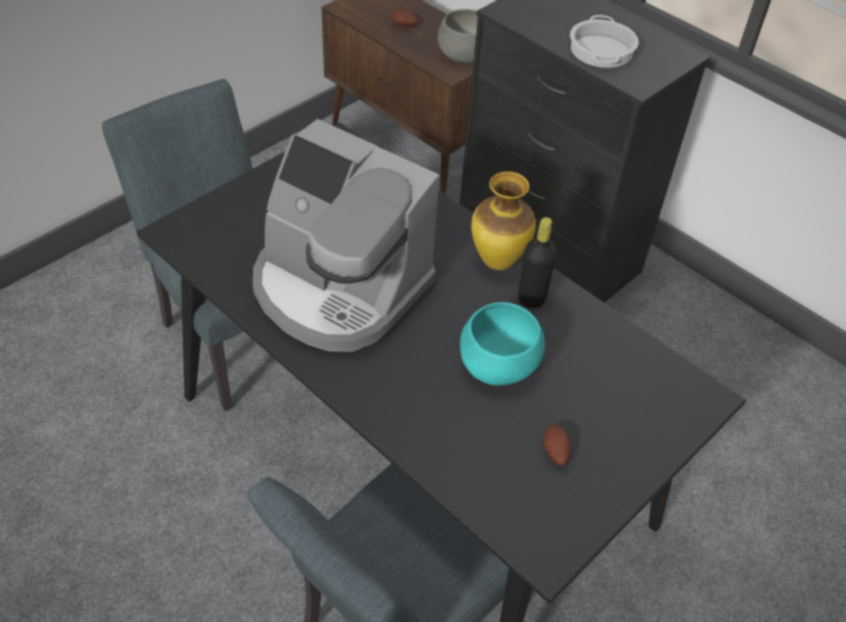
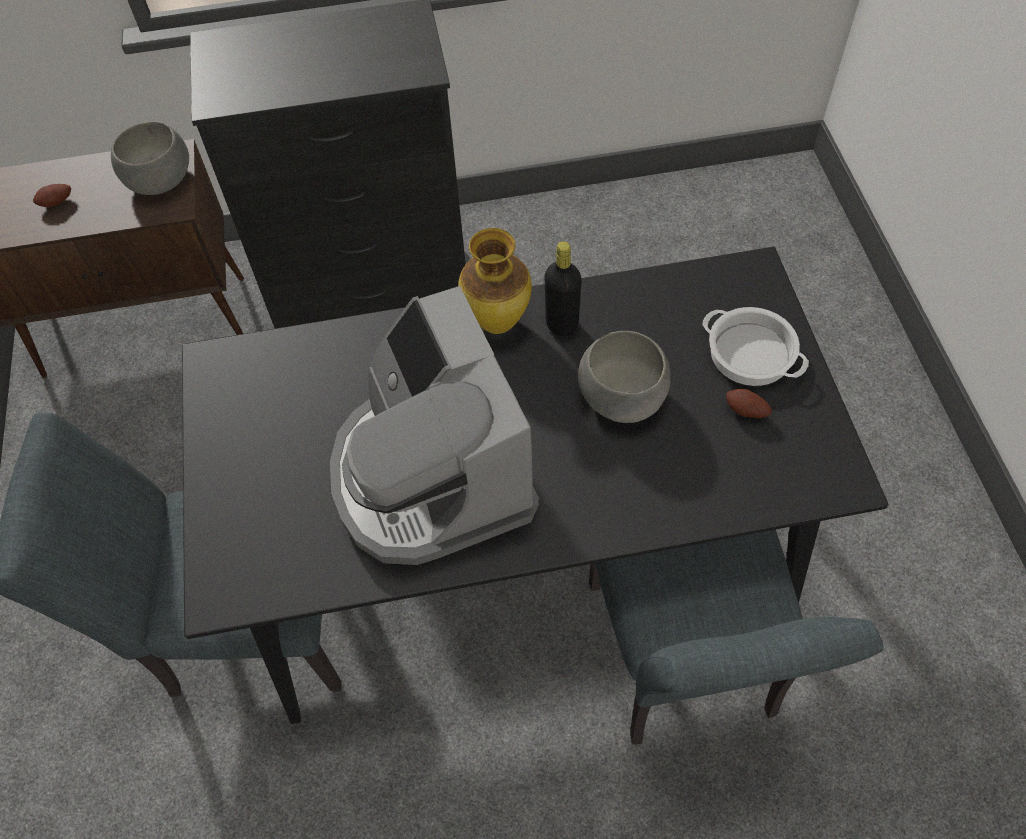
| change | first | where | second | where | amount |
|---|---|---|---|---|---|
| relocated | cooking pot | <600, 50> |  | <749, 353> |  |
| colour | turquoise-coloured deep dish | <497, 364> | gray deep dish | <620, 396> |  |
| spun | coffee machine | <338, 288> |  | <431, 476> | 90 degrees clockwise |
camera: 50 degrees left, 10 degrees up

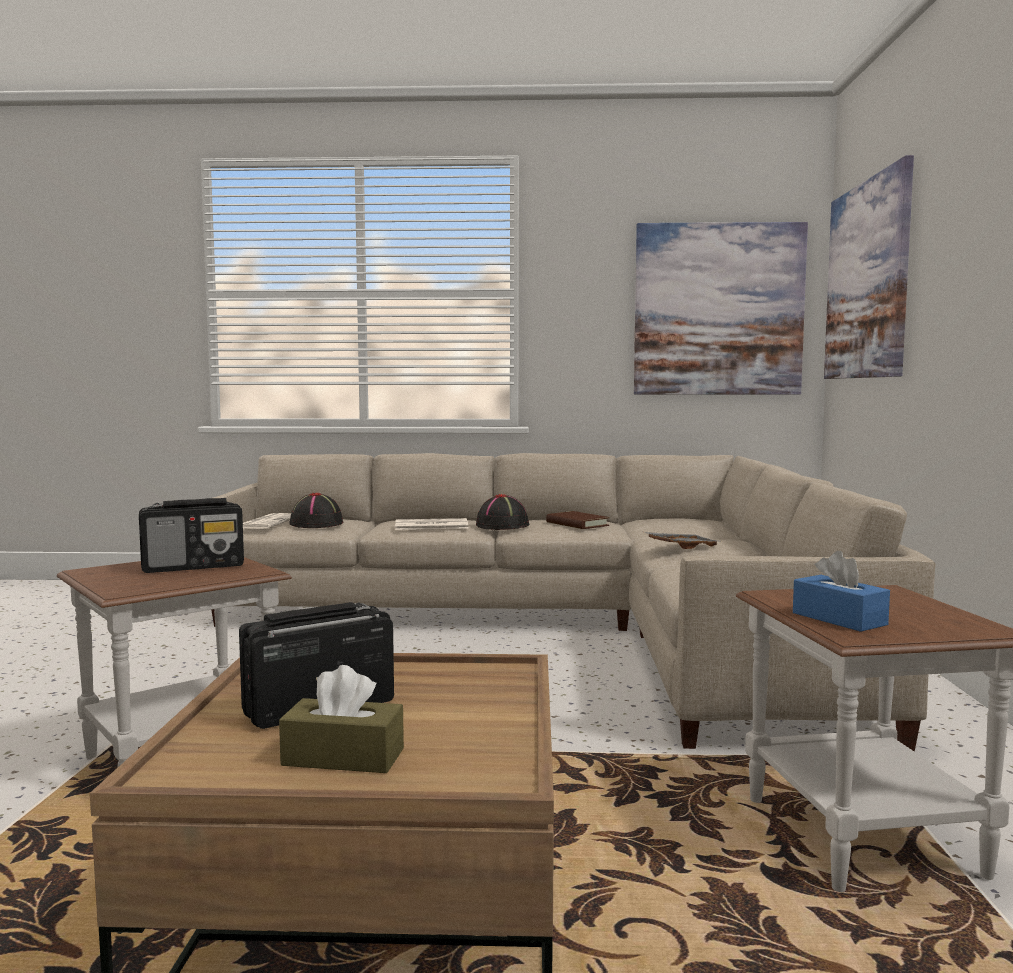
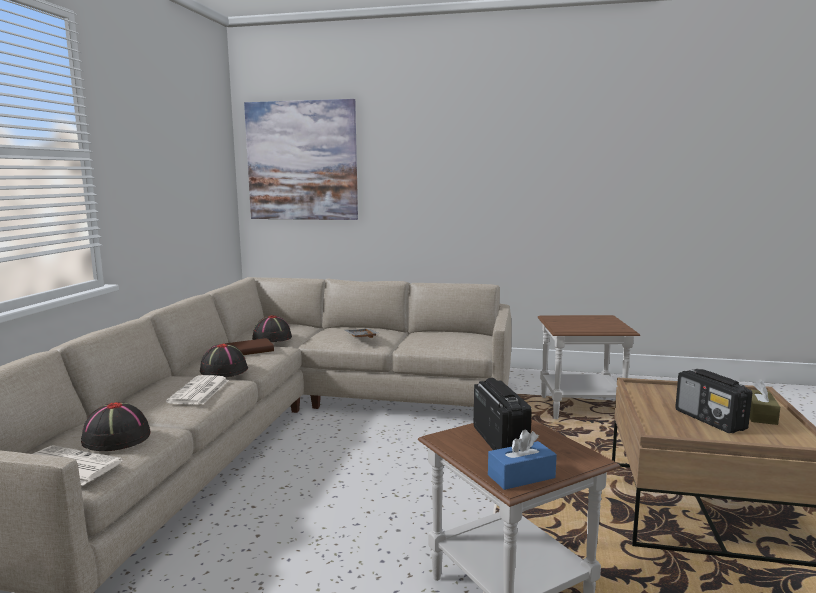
| change | first | where | second | where | amount |
|---|---|---|---|---|---|
| missing | wall picture | <718, 310> |  |  |  |
| appeared |  |  | black-coloured clothing hat | <272, 338> |  |
| relocated | blue box of tissues | <839, 619> |  | <521, 476> |  |
camera: 80 degrees left, 5 degrees up

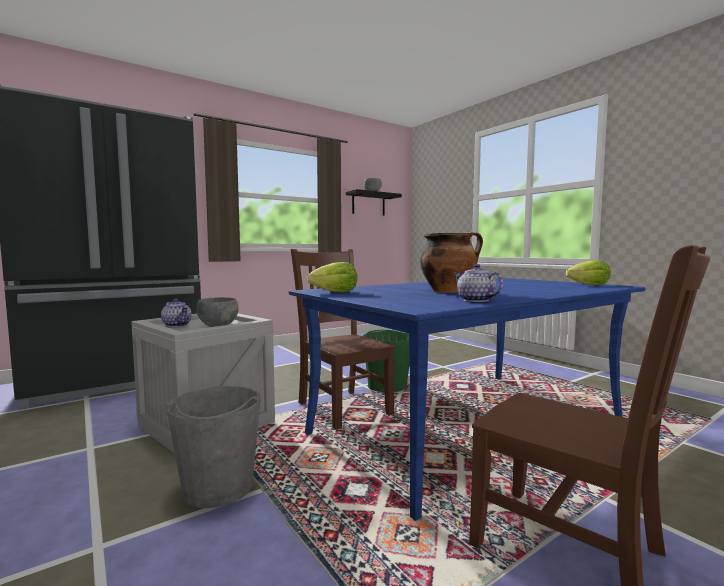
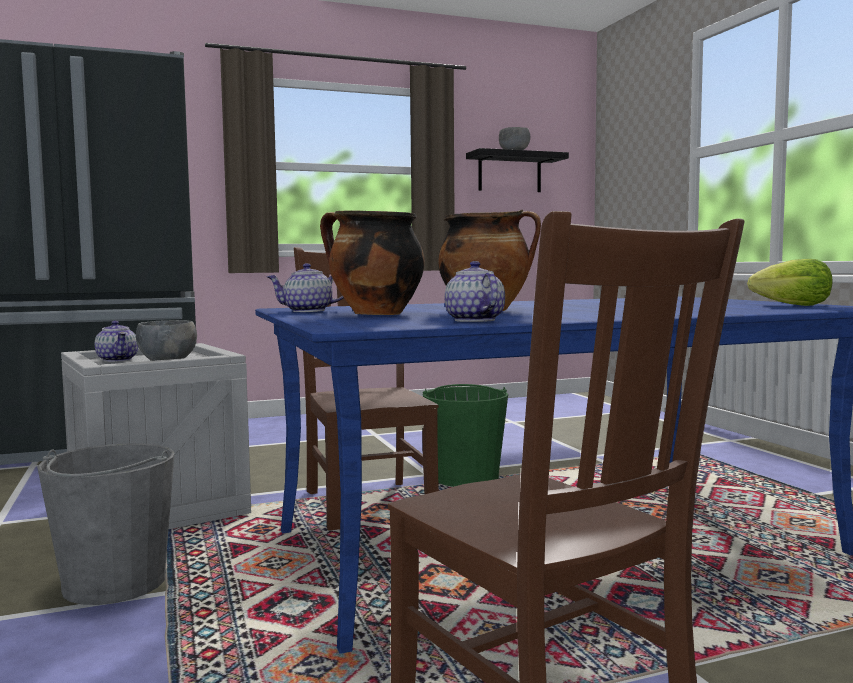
| change | first | where | second | where | amount |
|---|---|---|---|---|---|
| appeared |  |  | cooking pot | <374, 314> |  |
| exchanged | lettuce head | <335, 292> | tea pot | <307, 311> |  |
camera: 15 degrees right, 0 degrees up

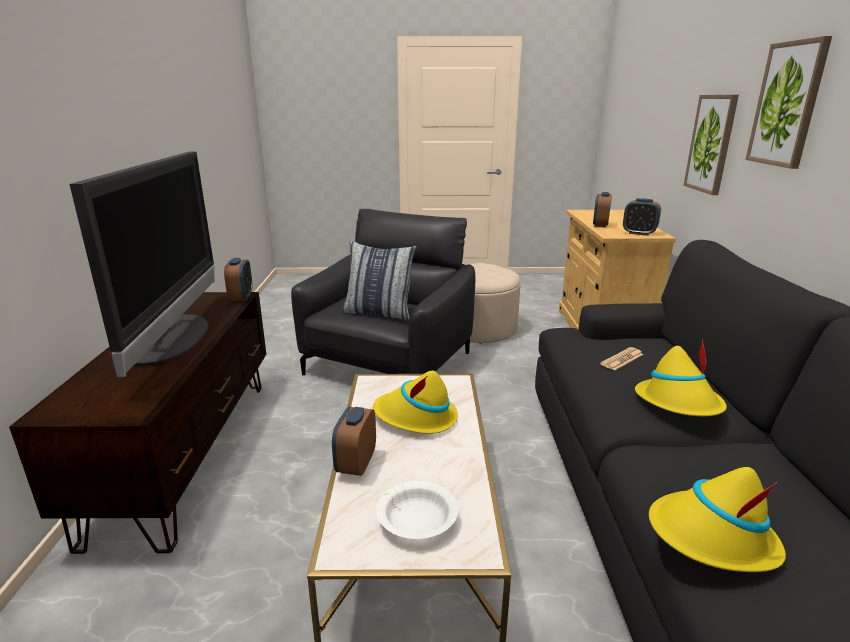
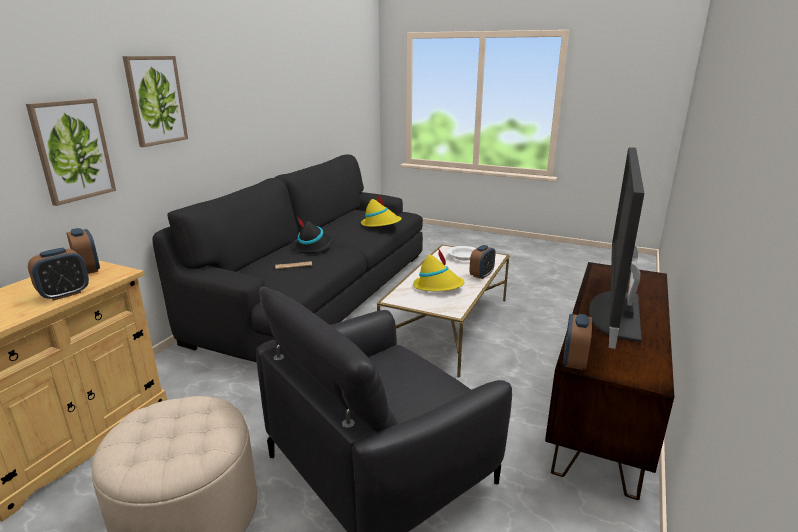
| change | first | where | second | where | amount |
|---|---|---|---|---|---|
| missing | cushion | <379, 313> |  |  |  |
| colour | yellow clothing hat | <679, 403> | black-coloured clothing hat | <313, 246> |  |
camera: 155 degrees left, 0 degrees up

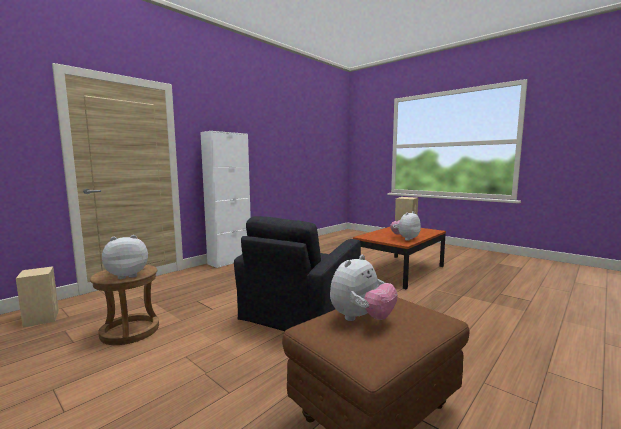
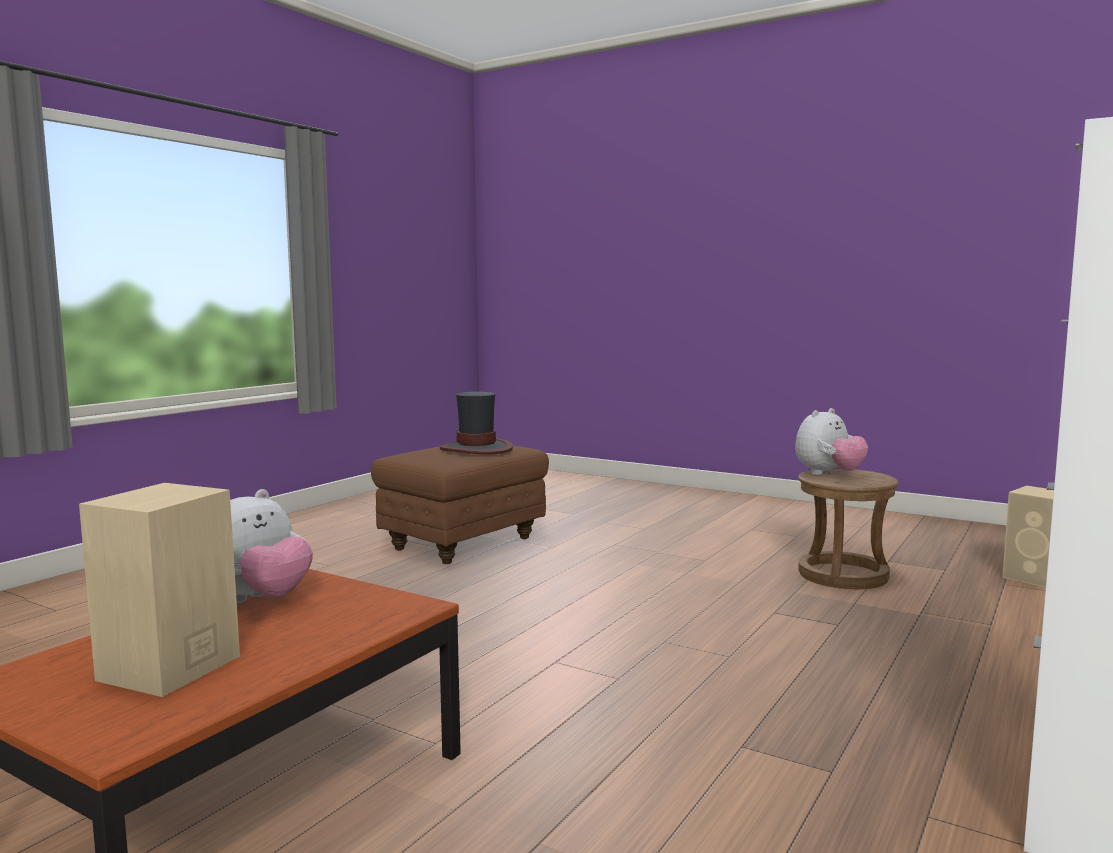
| change | first | where | second | where | amount |
|---|---|---|---|---|---|
| missing | black-coloured armchair | <301, 312> |  |  |  |
| exchanged | plush toy | <361, 319> | clothing hat | <477, 449> |  |
camera: 170 degrees right, 0 degrees up

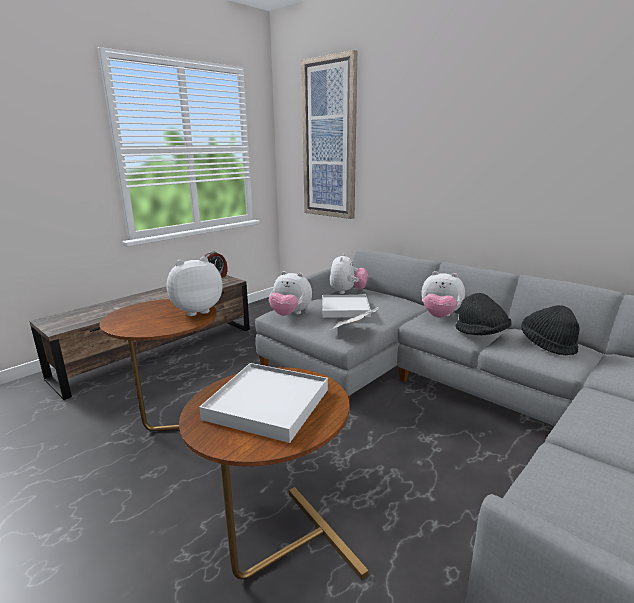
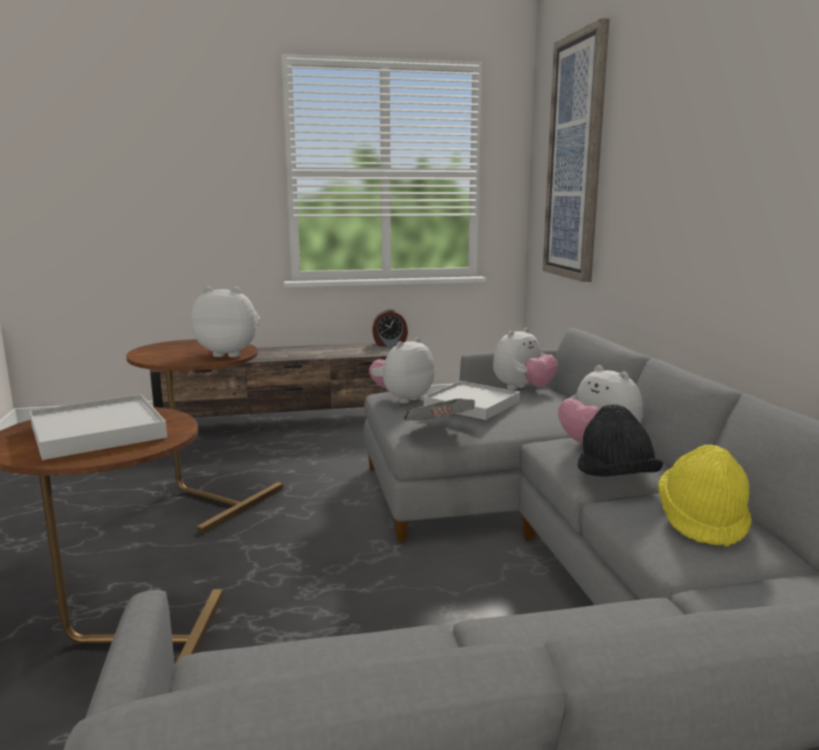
| change | first | where | second | where | amount |
|---|---|---|---|---|---|
| colour | black-coloured clothing hat | <547, 344> | yellow clothing hat | <702, 521> |  |
| spun | plush toy | <290, 315> |  | <402, 398> | 75 degrees clockwise |
camera: 35 degrees right, 5 degrees down

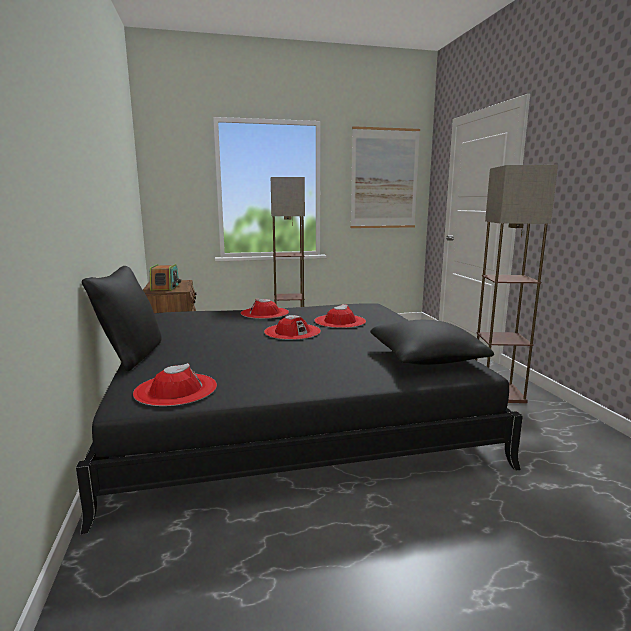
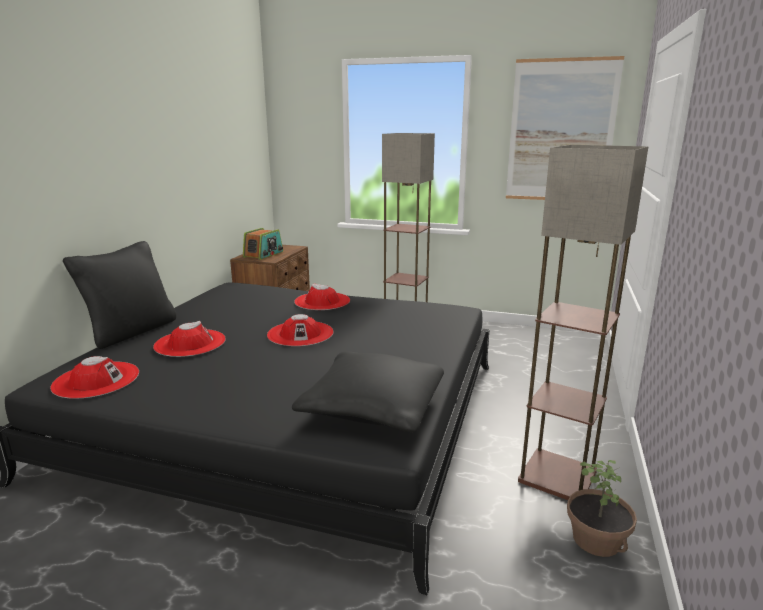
| change | first | where | second | where | amount |
|---|---|---|---|---|---|
| appeared |  |  | potted plant | <597, 539> |  |
| relocated | red clothing hat | <340, 321> |  | <190, 343> |  |
camera: 30 degrees right, 5 degrees up

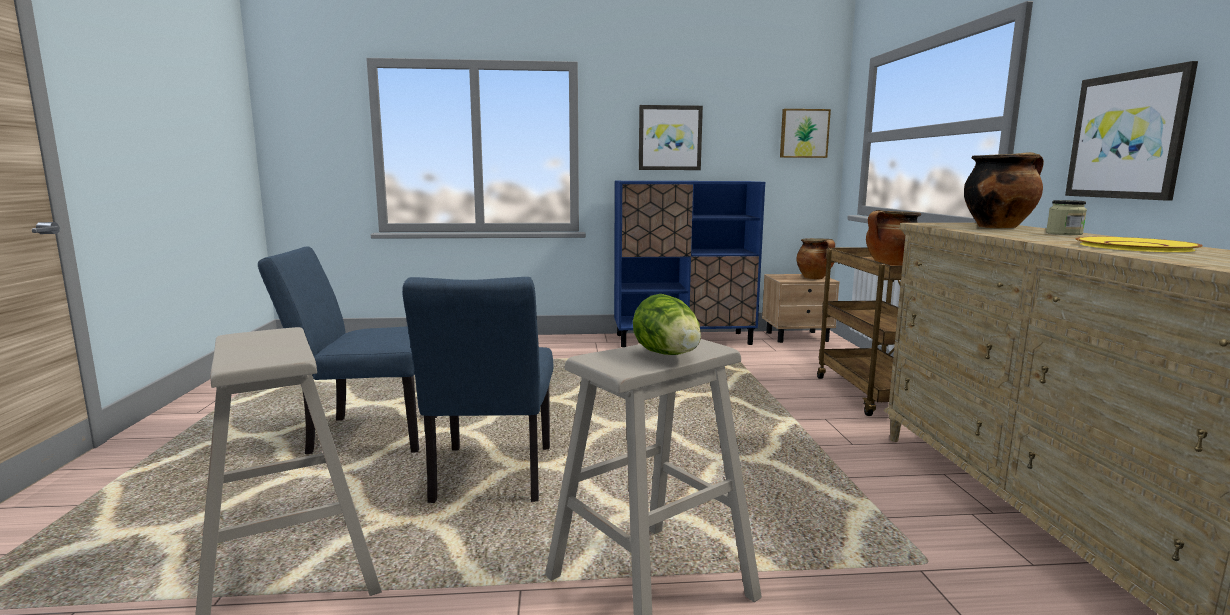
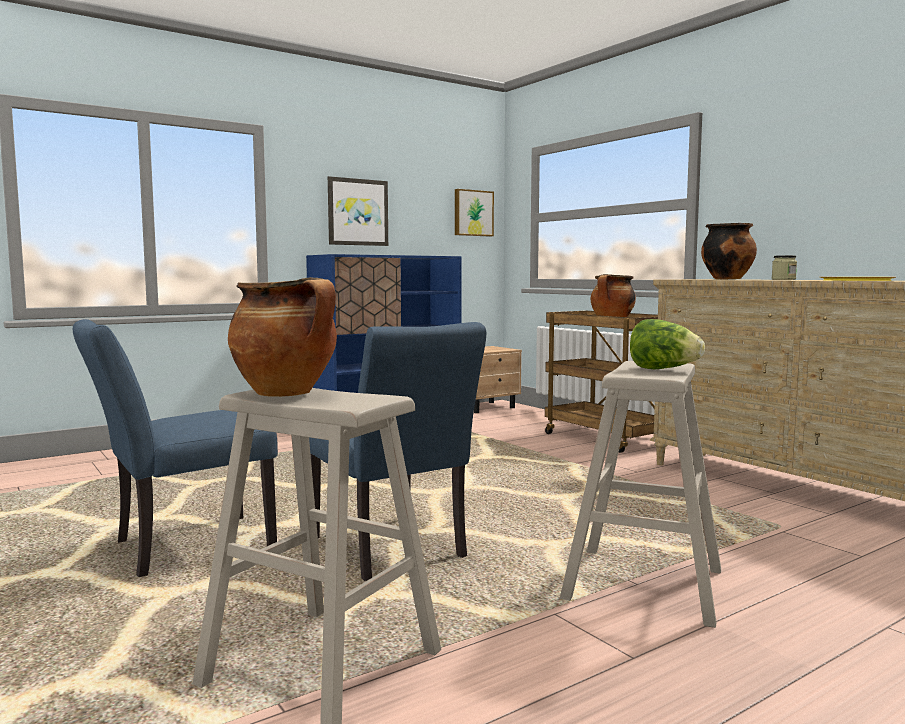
| change | first | where | second | where | amount |
|---|---|---|---|---|---|
| missing | wall picture | <1128, 136> |  |  |  |
| relocated | cooking pot | <815, 278> |  | <287, 393> |  |
camera: 30 degrees left, 5 degrees down

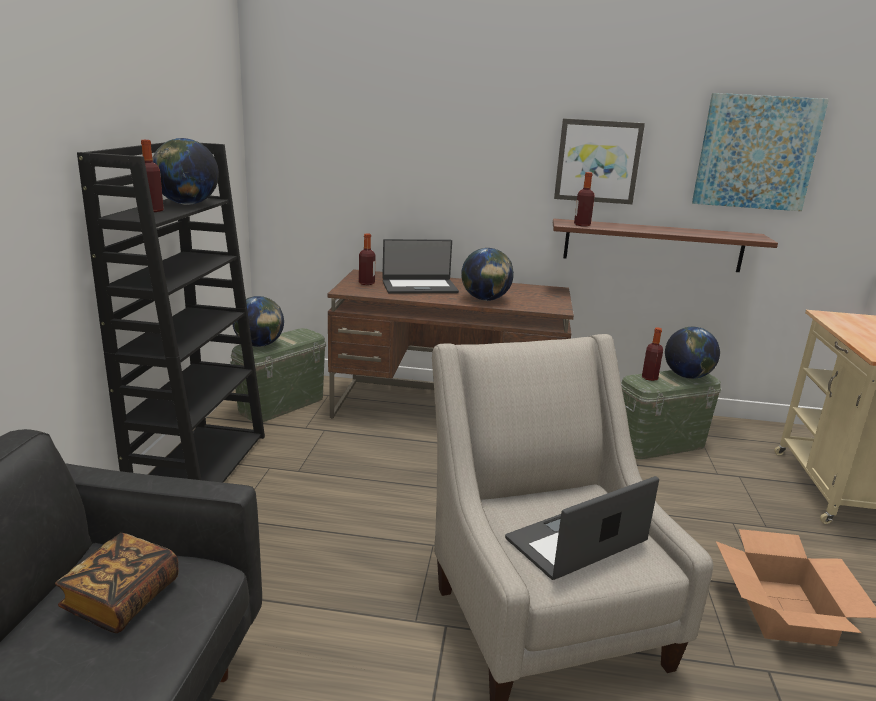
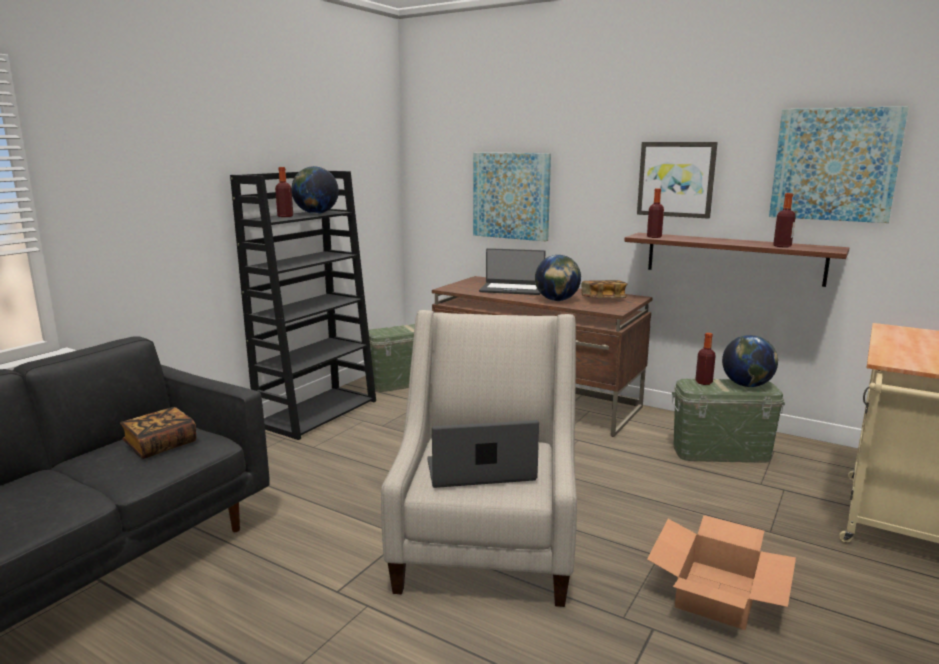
| change | first | where | second | where | amount |
|---|---|---|---|---|---|
| missing | globe | <259, 345> |  |  |  |
| appeared |  |  | wall picture | <511, 196> |  |
| appeared |  |  | book | <603, 299> |  |
| relocated | bottle | <366, 283> |  | <782, 246> |  |
camera: 25 degrees right, 5 degrees down

